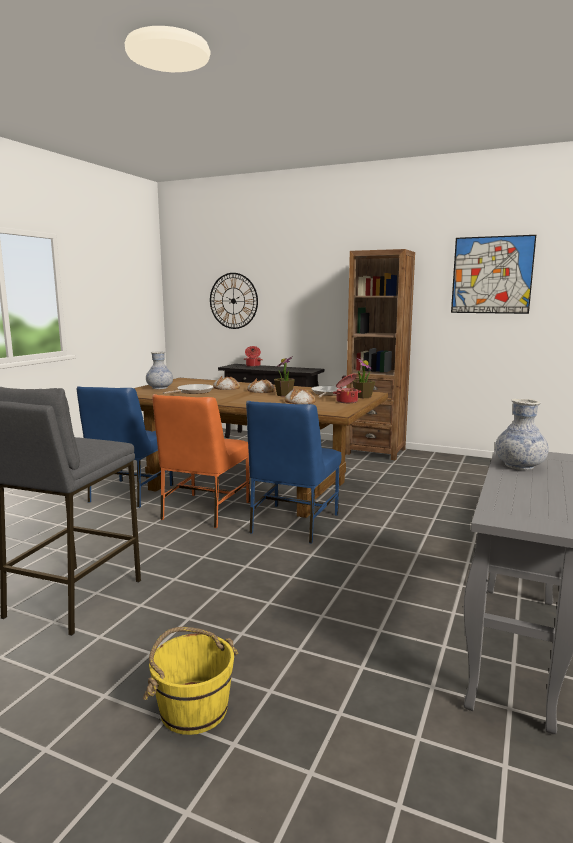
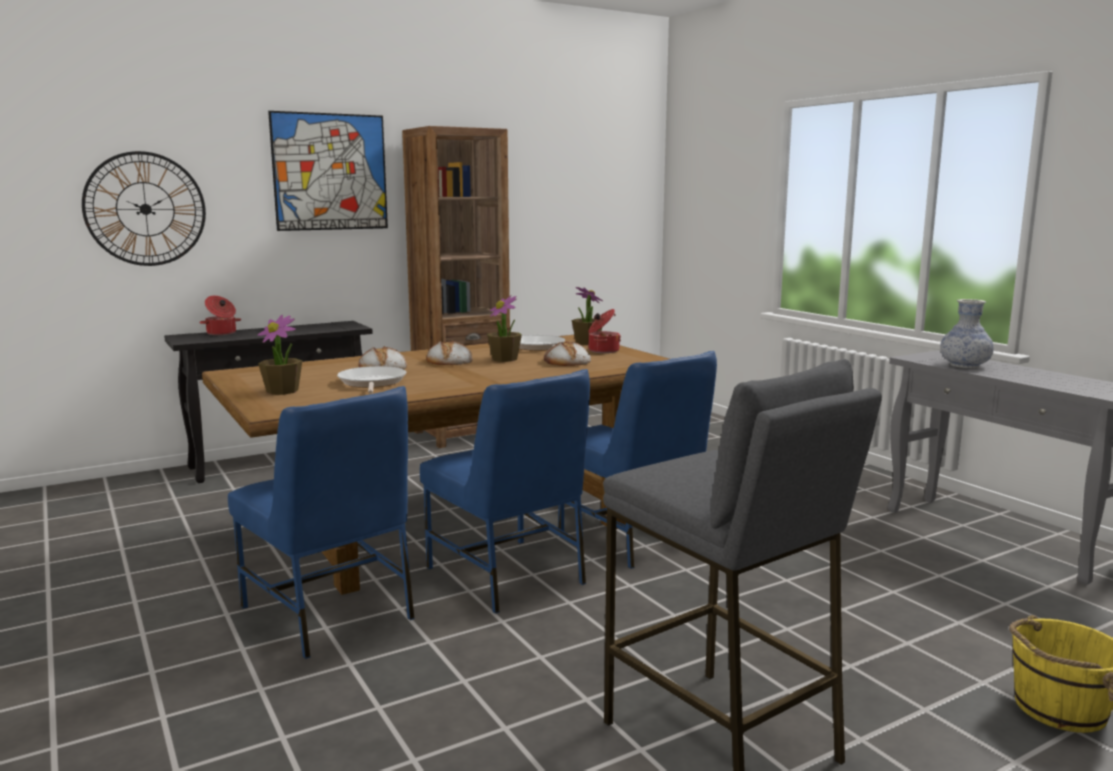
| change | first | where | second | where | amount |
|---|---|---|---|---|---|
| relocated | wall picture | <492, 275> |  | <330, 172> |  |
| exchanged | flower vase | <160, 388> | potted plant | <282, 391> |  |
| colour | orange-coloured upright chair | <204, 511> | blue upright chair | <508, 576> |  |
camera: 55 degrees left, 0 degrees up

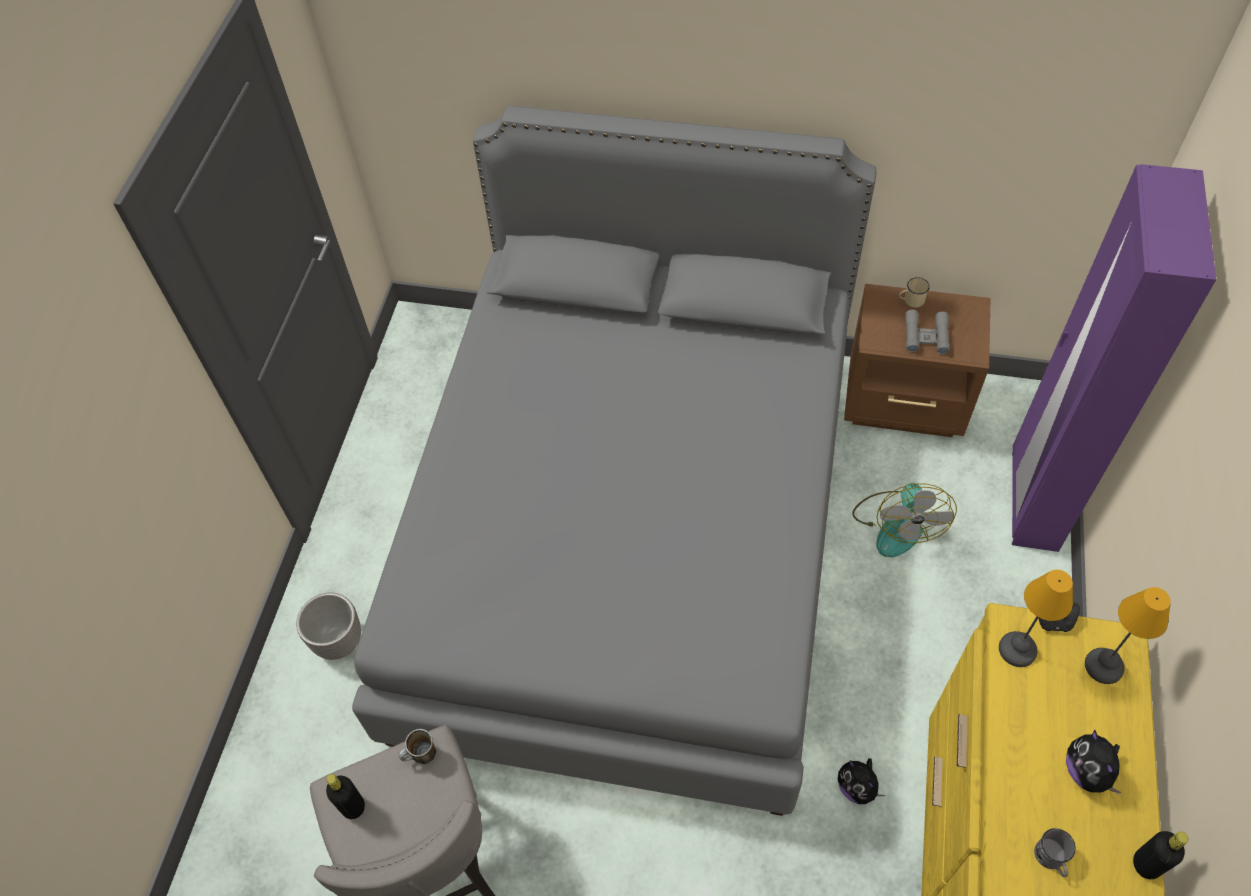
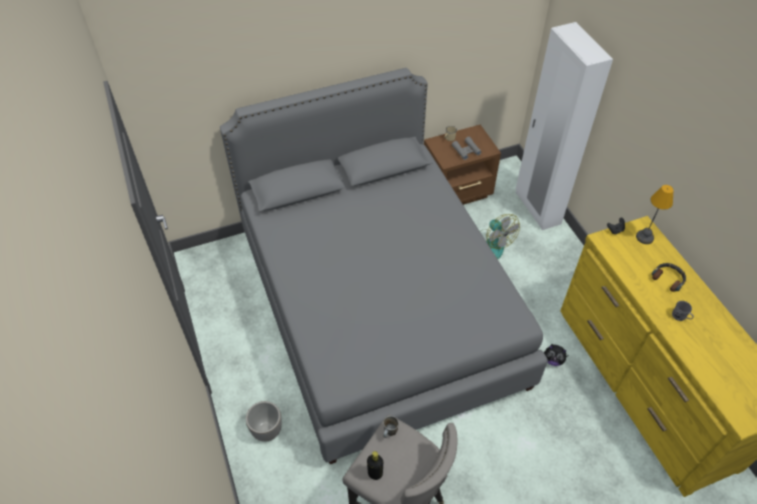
| change | first | where | second | where | amount |
|---|---|---|---|---|---|
| missing | lamp for a table | <1017, 648> |  |  |  |
| missing | black-coloured bottle | <1146, 864> |  |  |  |
| exchanged | plush toy | <1087, 772> | pair of headphones | <668, 278> |  |
| colour | purplish clothes cupboard | <1032, 500> | white-coloured clothes cupboard | <537, 208> |  |
camera: 35 degrees left, 5 degrees down

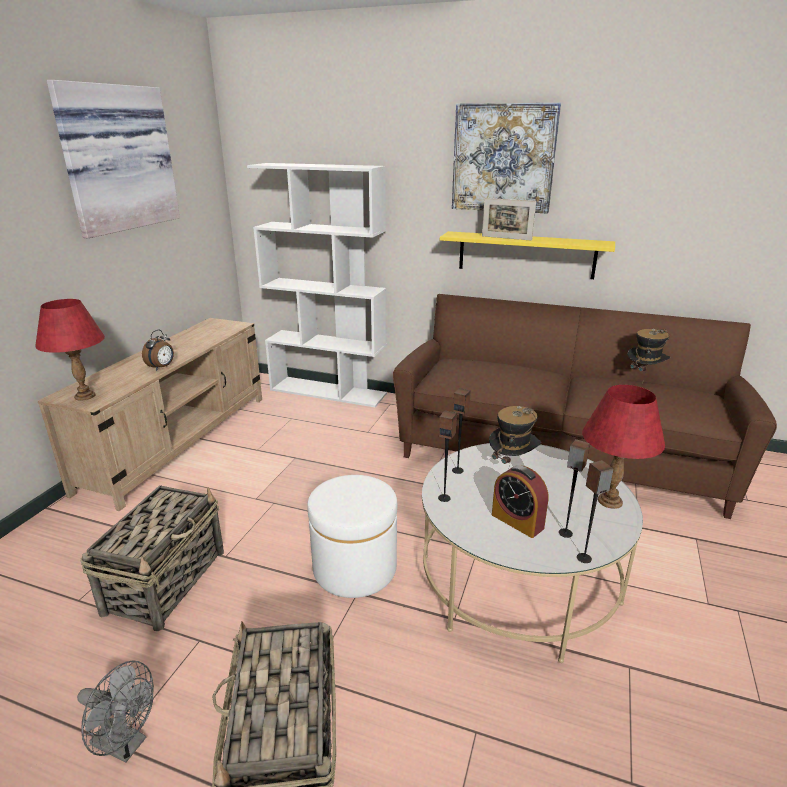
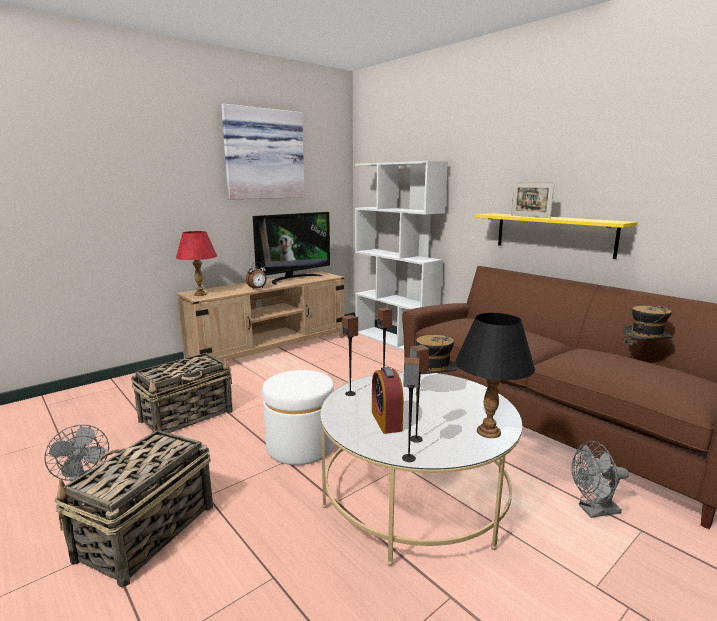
| change | first | where | second | where | amount |
|---|---|---|---|---|---|
| missing | wall picture | <503, 158> |  |  |  |
| appeared |  |  | TV | <293, 278> |  |
| appeared |  |  | gray cooling fan | <594, 511> |  |
| colour | red lamp for a table | <610, 501> | black-coloured lamp for a table | <488, 431> |  |
camera: 30 degrees right, 10 degrees down

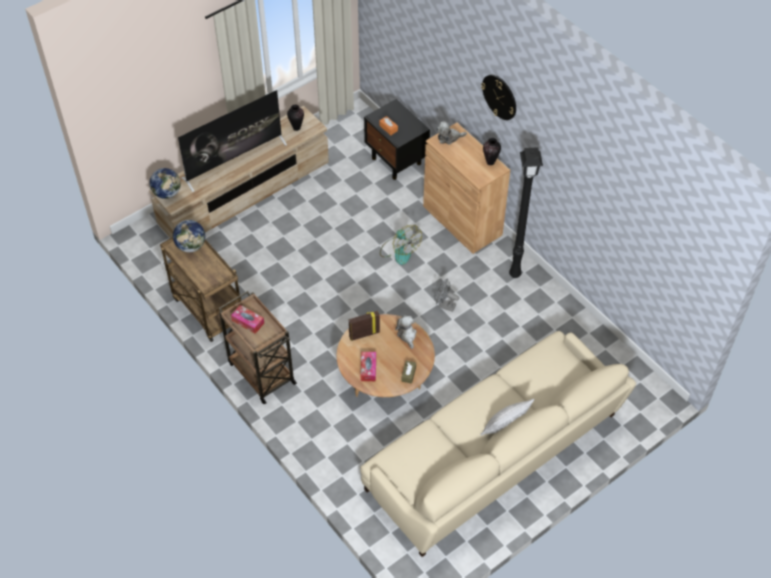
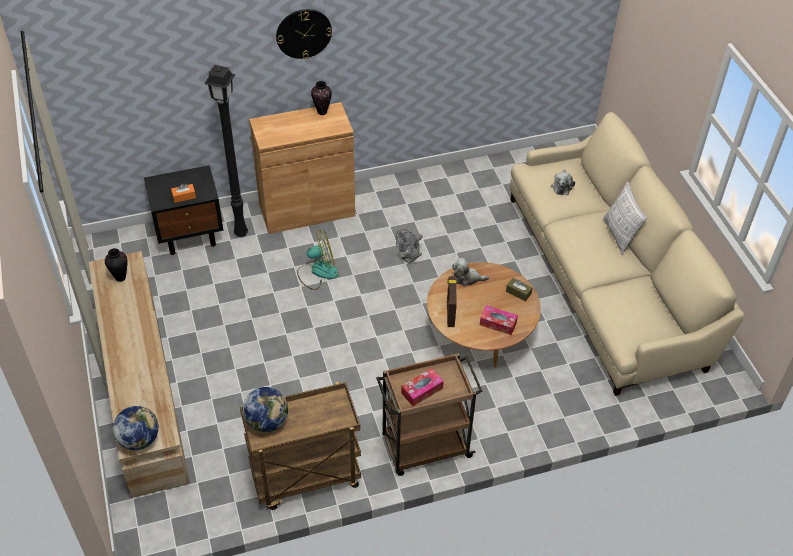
| change | first | where | second | where | amount |
|---|---|---|---|---|---|
| missing | TV | <234, 160> |  |  |  |
| relocated | plush toy | <449, 137> |  | <561, 186> |  |
| relocated | black-coloured standard lamp | <515, 275> |  | <242, 232> |  |
camera: 70 degrees left, 5 degrees down

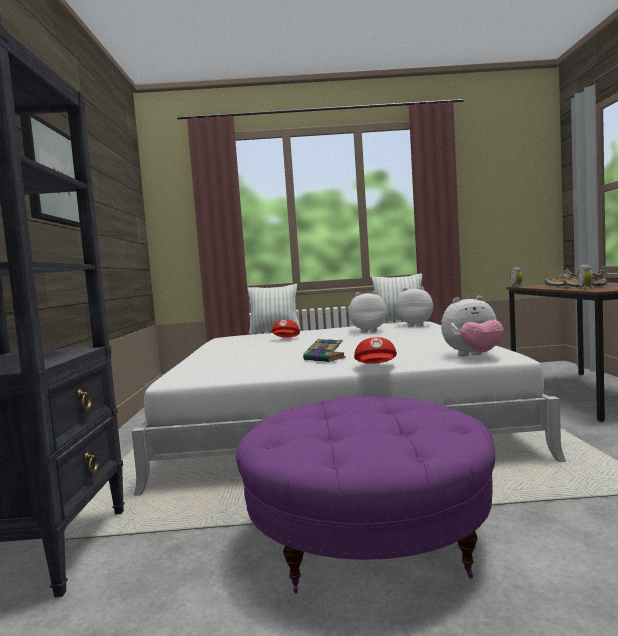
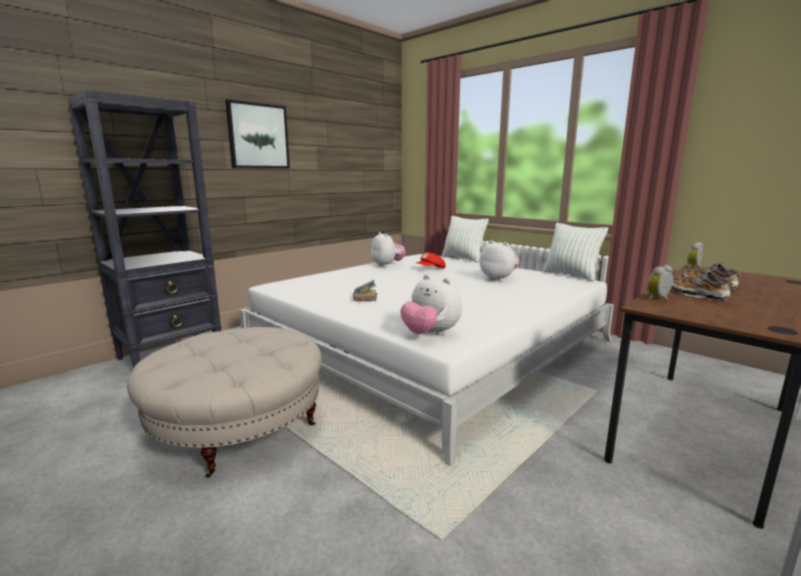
| change | first | where | second | where | amount |
|---|---|---|---|---|---|
| missing | red peaked cap | <377, 367> |  |  |  |
| relocated | plush toy | <415, 325> |  | <387, 265> |  |
| colour | purplish pouffe | <368, 538> | beige pouffe | <238, 427> |  |
camera: 45 degrees right, 10 degrees up

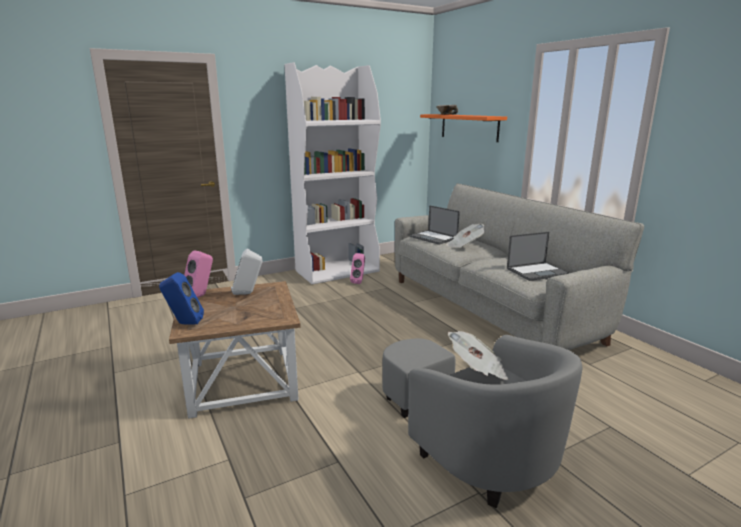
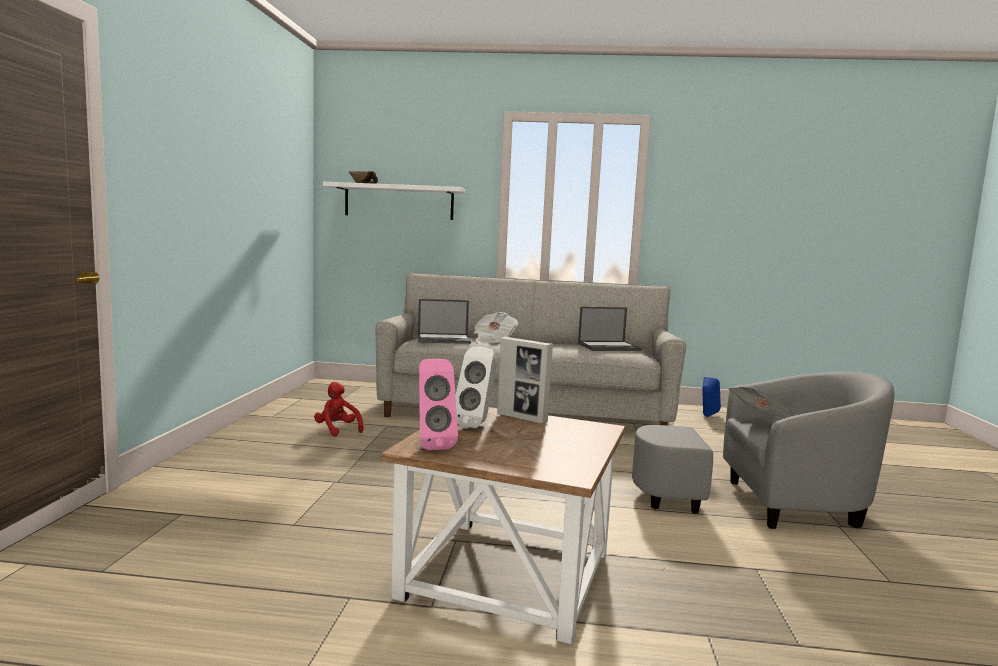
| change | first | where | second | where | amount |
|---|---|---|---|---|---|
| missing | white-coloured shelving unit | <337, 271> |  |  |  |
| appeared |  |  | picture frame | <522, 418> |  |
| relocated | blue speaker | <184, 324> |  | <707, 416> |  |
| exchanged | pink-coloured speaker | <359, 282> | red plush toy | <337, 430> |  |
| colour | orange-coloured shelf | <469, 127> | white-coloured shelf | <399, 202> |  |
| spun | laptop | <537, 271> |  | <609, 347> | 60 degrees clockwise |
camera: 55 degrees left, 10 degrees down

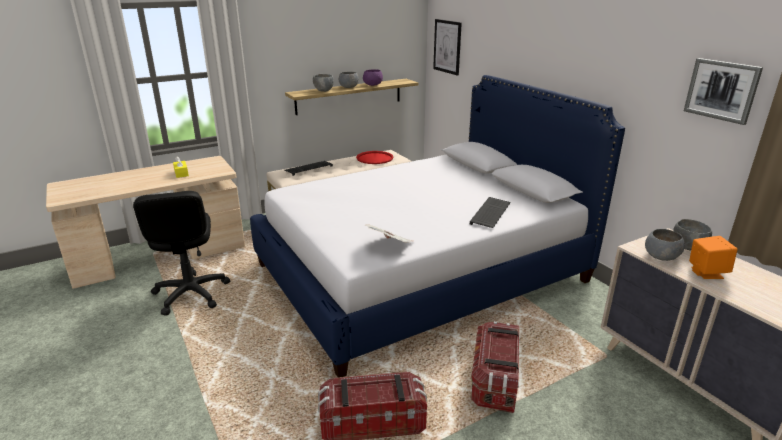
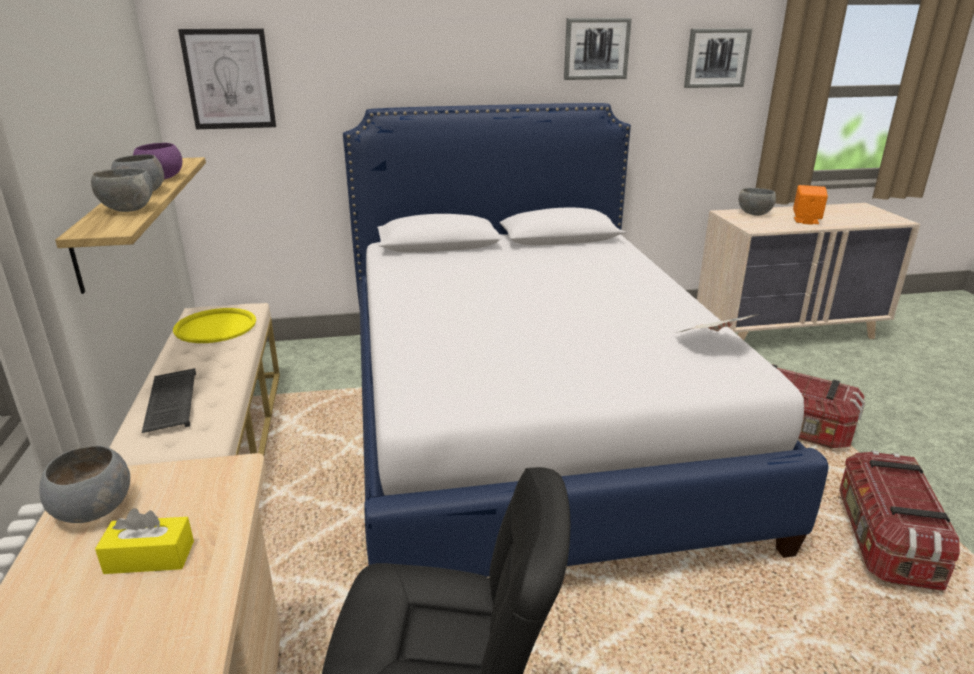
| change | first | where | second | where | amount |
|---|---|---|---|---|---|
| missing | computer keyboard | <491, 214> |  |  |  |
| appeared |  |  | wall picture | <596, 49> |  |
| relocated | gray deep dish | <660, 256> |  | <92, 510> |  |
| colour | red serving tray | <374, 158> | yellow serving tray | <215, 327> |  |
camera: 70 degrees left, 0 degrees up

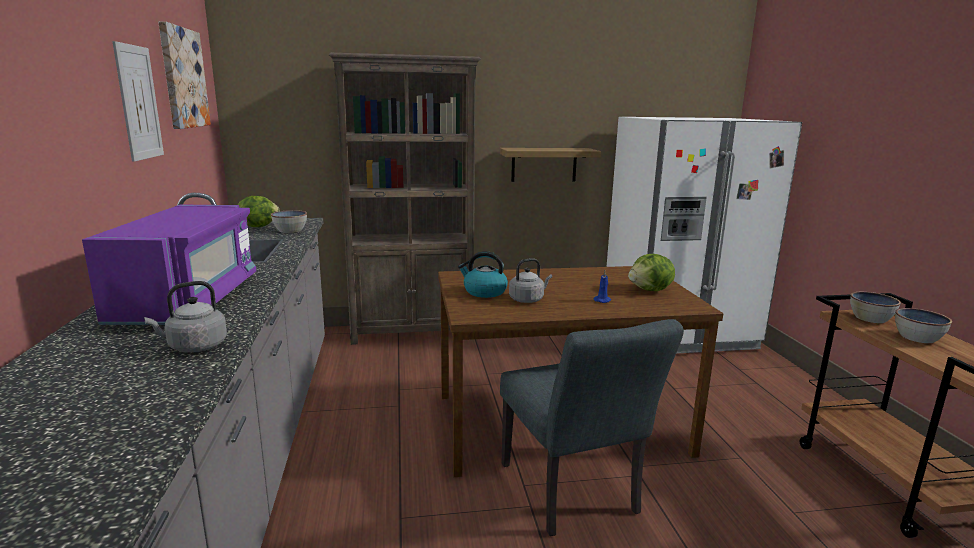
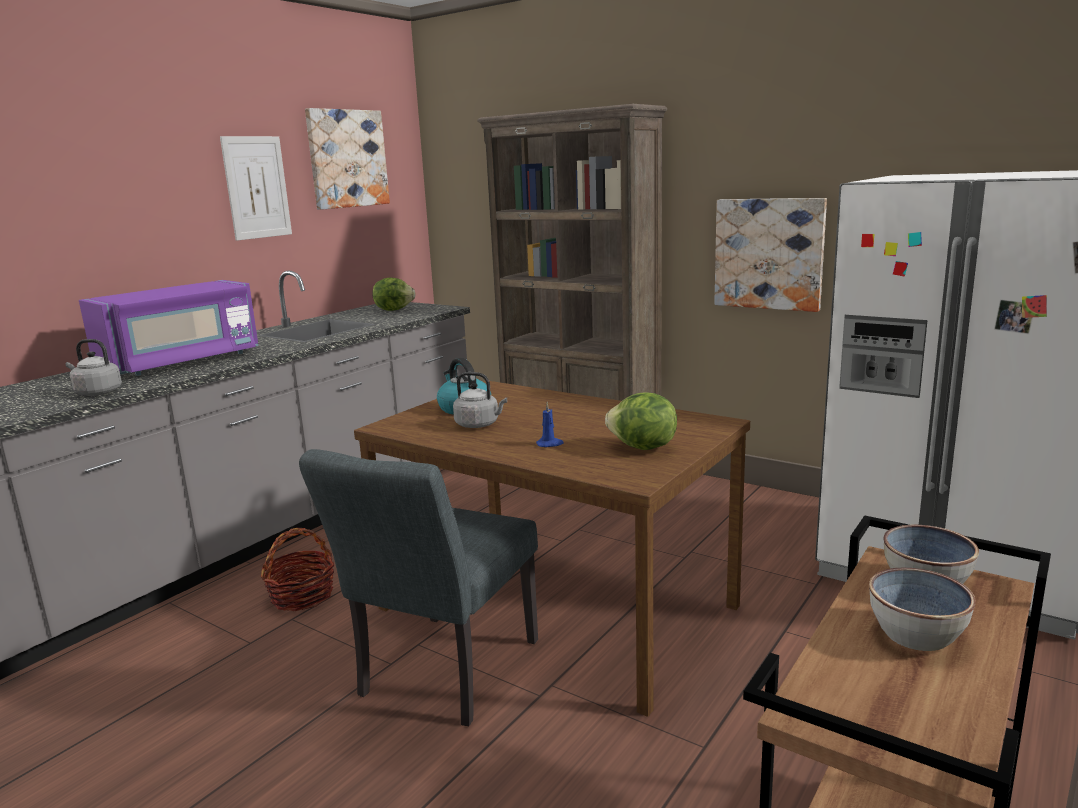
| change | first | where | second | where | amount |
|---|---|---|---|---|---|
| missing | deep dish | <290, 231> |  |  |  |
| appeared |  |  | household basket | <302, 596> |  |
| exchanged | shelf | <544, 164> | wall picture | <769, 253> |  |
camera: 45 degrees right, 0 degrees up

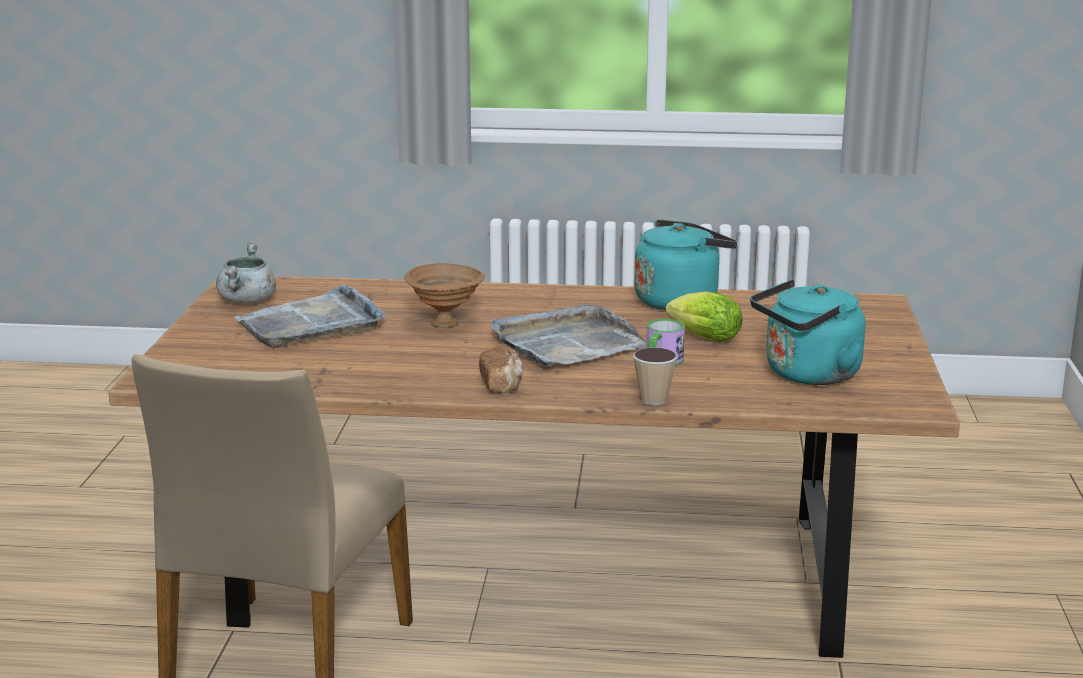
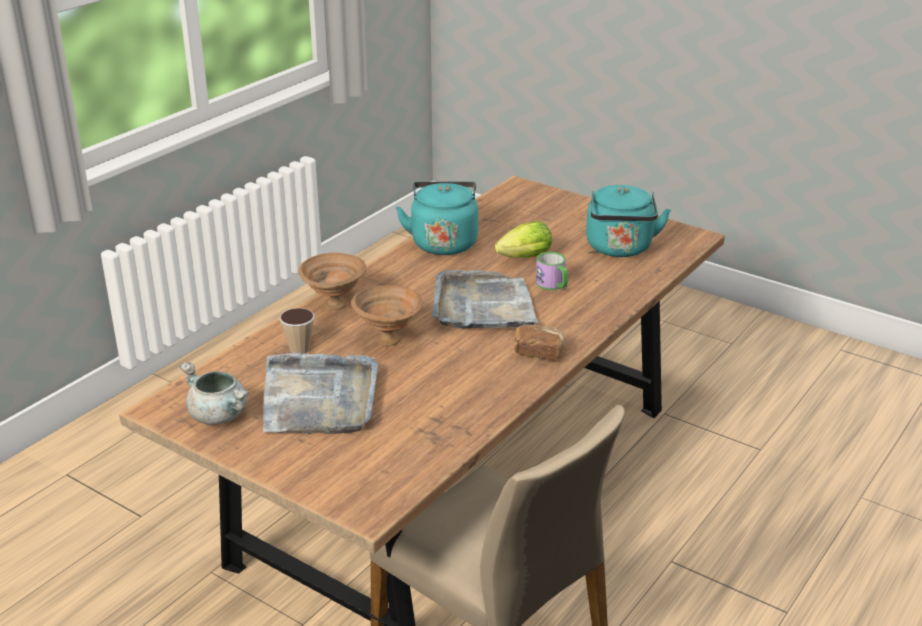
| change | first | where | second | where | amount |
|---|---|---|---|---|---|
| appeared |  |  | brownish deep dish | <334, 305> |  |
| relocated | small cup | <654, 400> |  | <299, 348> |  |
camera: 60 degrees left, 10 degrees up

